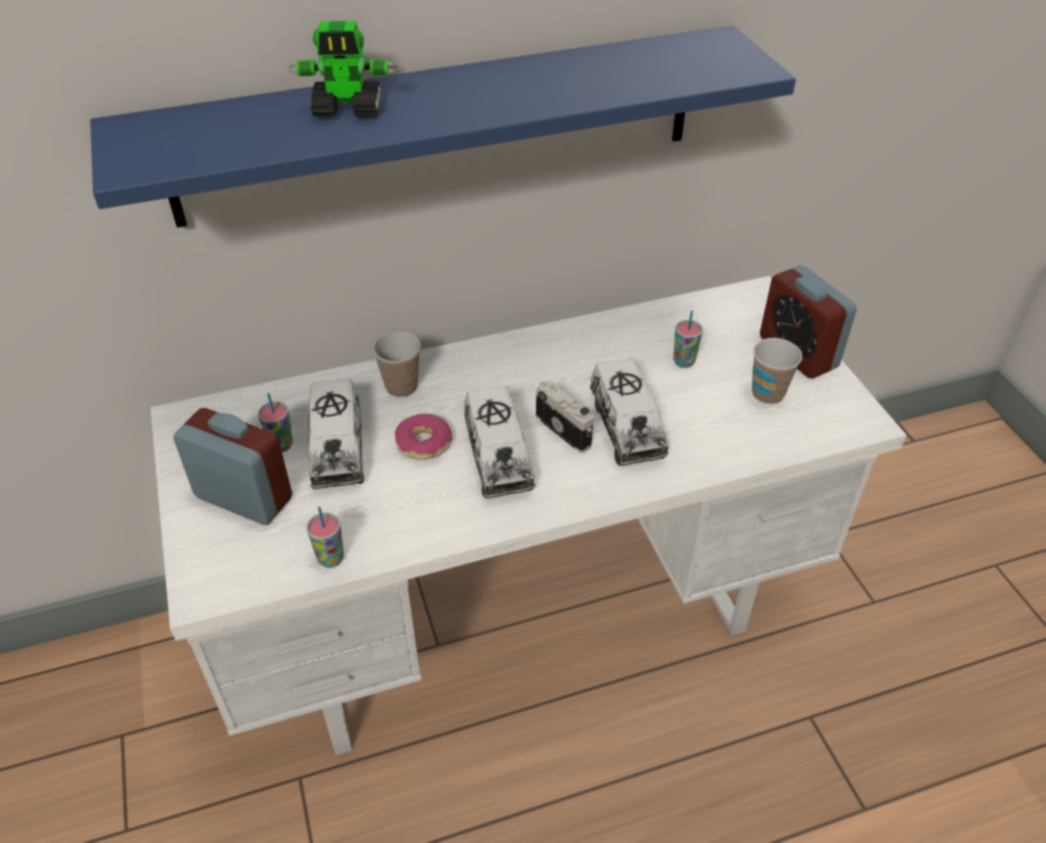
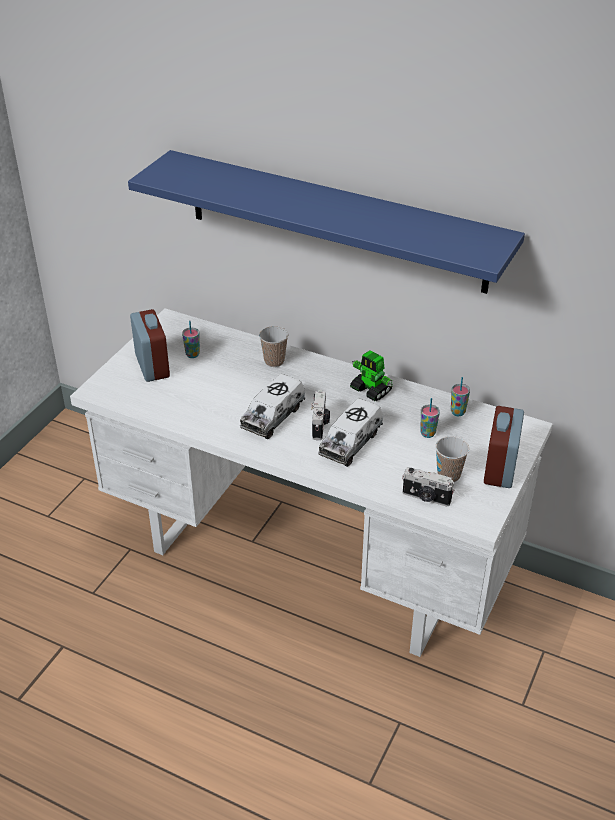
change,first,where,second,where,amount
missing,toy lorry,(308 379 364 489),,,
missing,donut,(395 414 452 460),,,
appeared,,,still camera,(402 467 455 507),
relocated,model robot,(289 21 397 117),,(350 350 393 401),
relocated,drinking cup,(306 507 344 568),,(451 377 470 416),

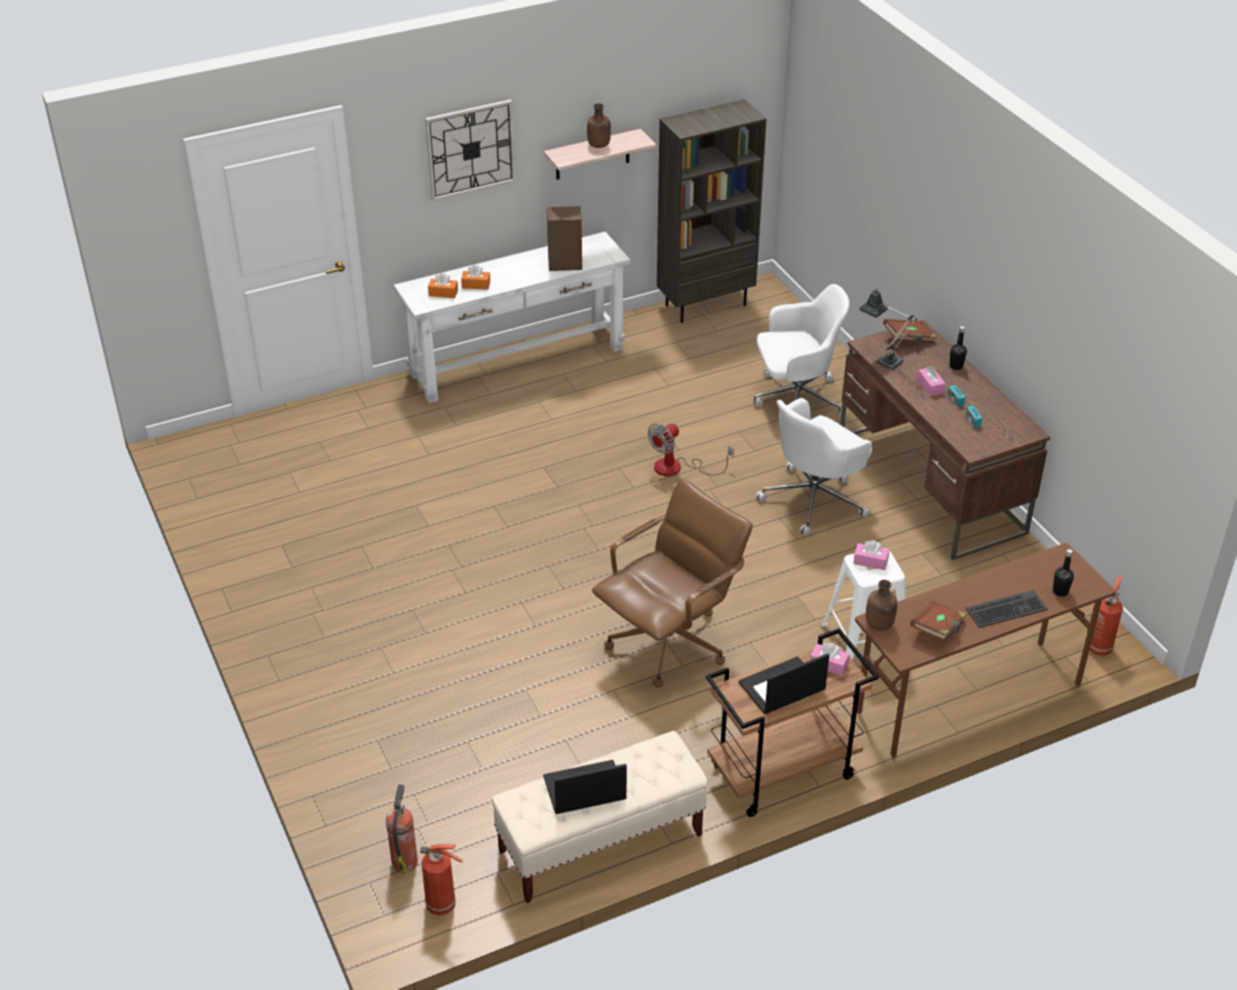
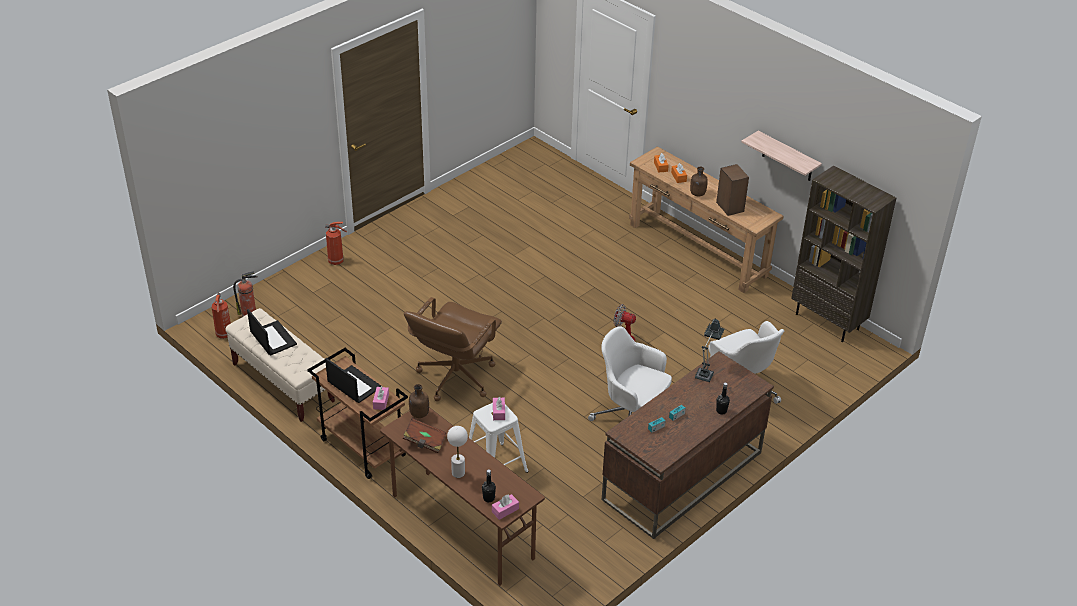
change,first,where,second,where,amount
missing,hanging clock,(425 99 516 201),,,
missing,brown bound book,(883 319 937 344),,,
relocated,brown beverage bottle,(587 103 611 148),,(690 167 708 196),
relocated,pink tissue box,(917 366 945 396),,(492 494 519 520),
relocated,fire extinguisher,(1089 576 1123 656),,(325 222 347 265),
exchanged,PC keyboard,(966 590 1048 628),whitish tabletop lamp,(447 426 468 478),
colour,whitish console table,(394 232 631 403),brown console table,(629 146 784 293),
spun,brown desk chair,(592 478 753 688),,(404 297 502 402),90 degrees clockwise

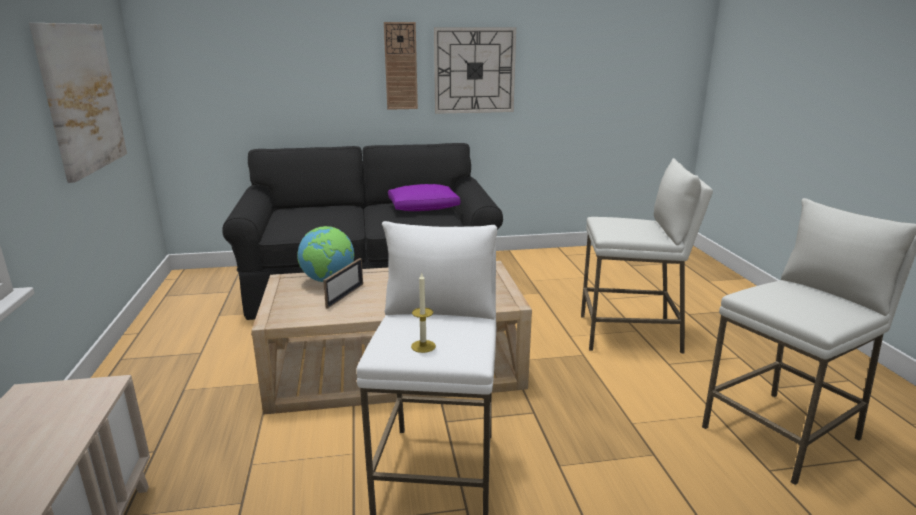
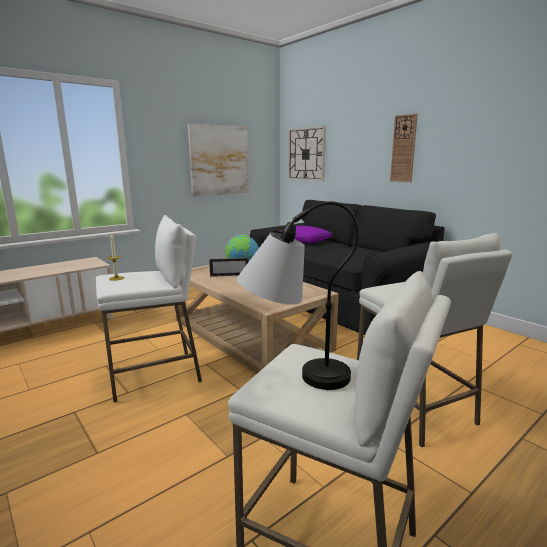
change,first,where,second,where,amount
appeared,,,tabletop lamp,(237 201 359 390),
relocated,purple cushion,(388 184 461 211),,(279 226 332 243),
relocated,hanging clock,(434 27 516 114),,(288 126 326 181),

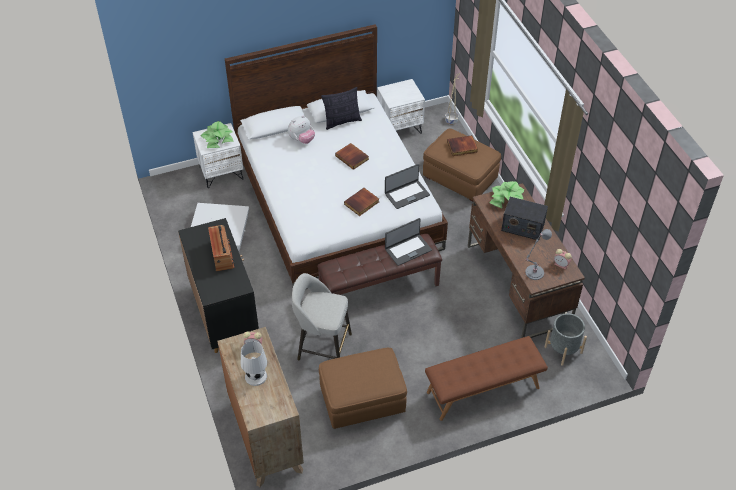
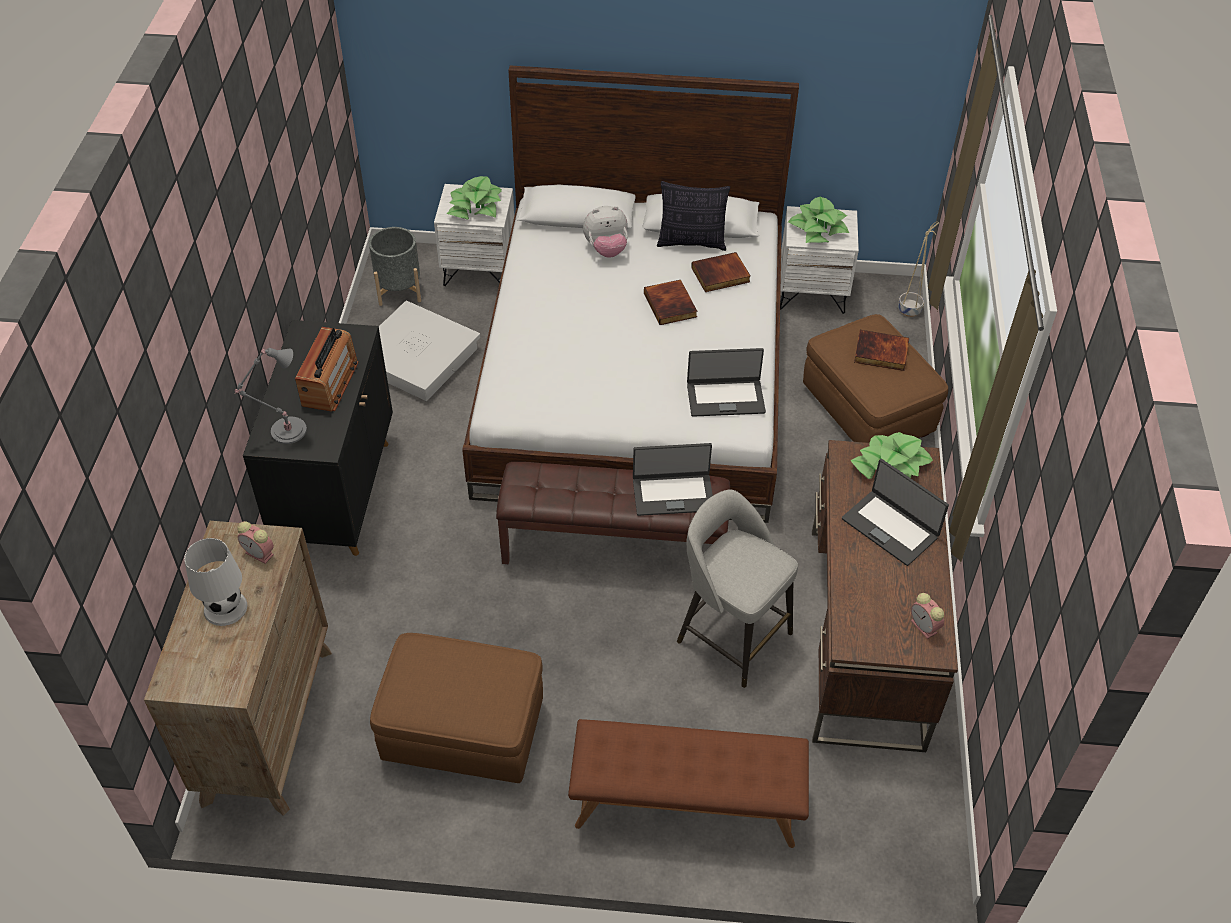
change,first,where,second,where,amount
appeared,,,plant in a pot,(788 197 849 243),
relocated,greyish stool,(292 273 352 361),,(677 489 798 688),
relocated,bound book,(344 188 379 216),,(691 252 750 292),
relocated,greyish tabletop lamp,(525 229 552 280),,(234 348 307 444),
relocated,greyish flower pot,(544 313 587 366),,(369 227 421 306),
exchanged,radio set,(501 197 548 240),portable computer,(842 459 949 566),

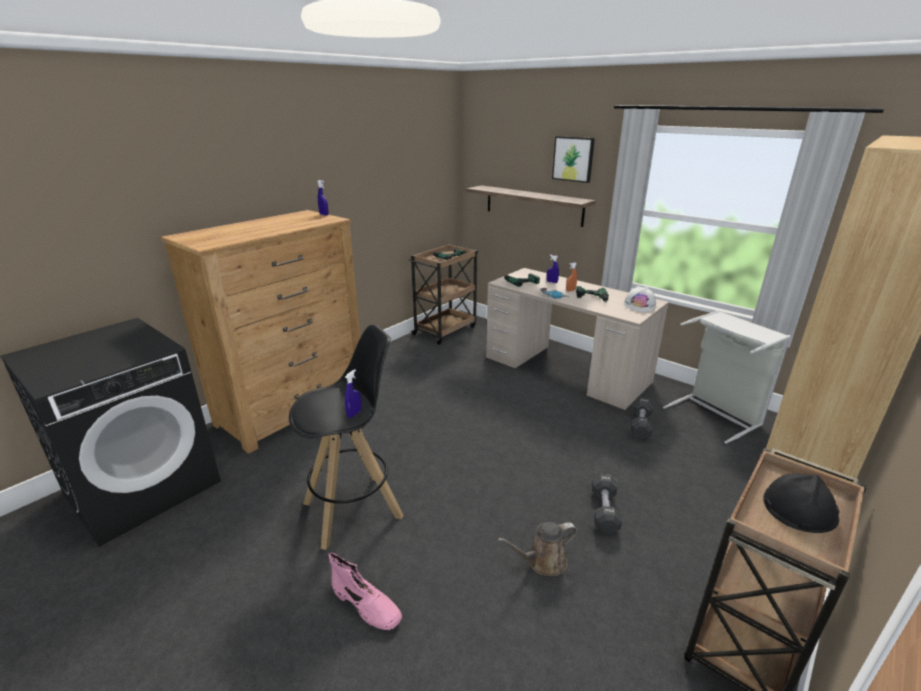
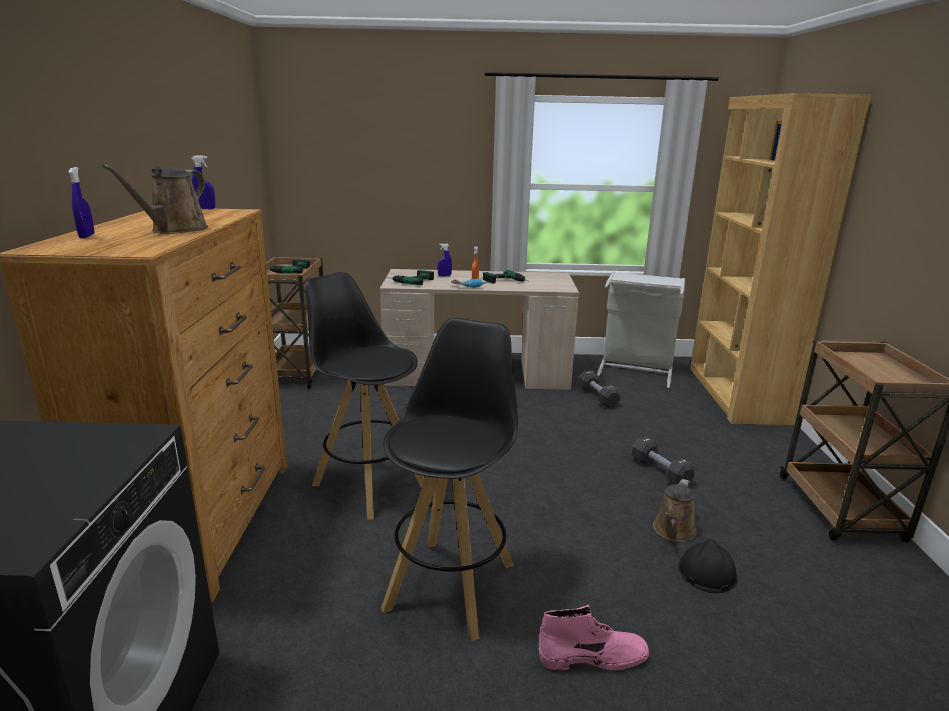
change,first,where,second,where,amount
missing,shelf,(466 185 596 227),,,
missing,wall art,(552 136 595 183),,,
missing,whitish safety helmet,(623 286 656 312),,,
appeared,,,brown sprinkling can,(102 165 208 234),
appeared,,,black-coloured stool,(305 272 425 520),
relocated,bluish hand sprayer,(345 369 362 418),,(68 167 95 238),
relocated,black-coloured safety helmet,(763 473 840 533),,(679 539 737 593),

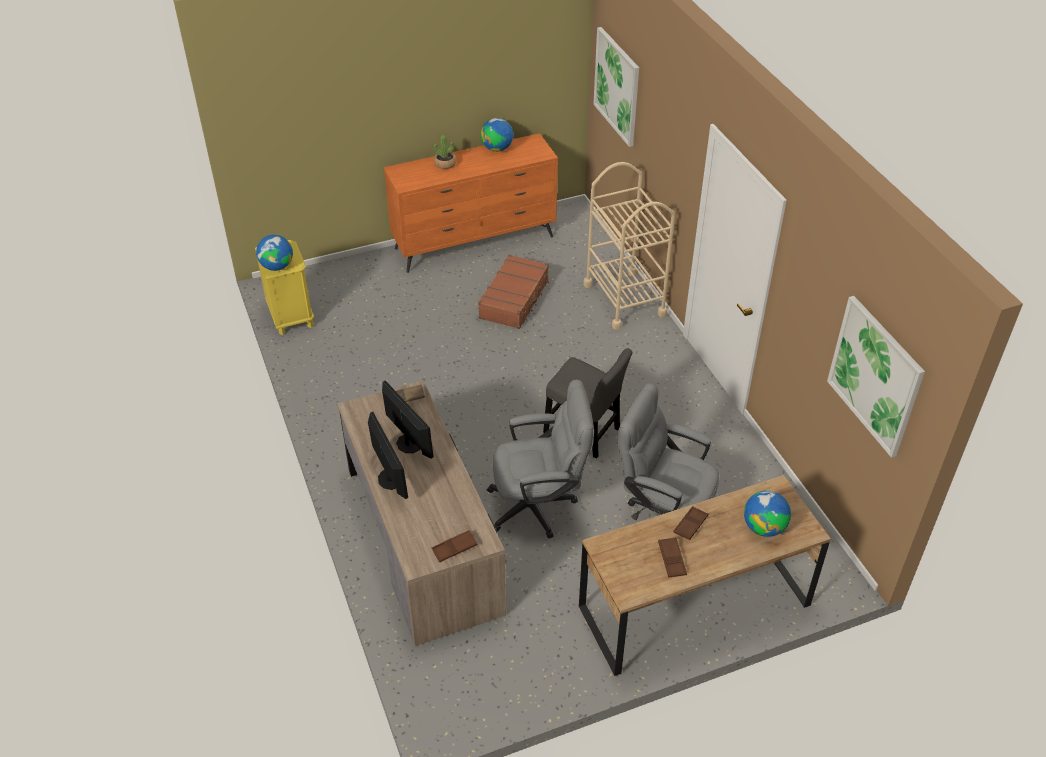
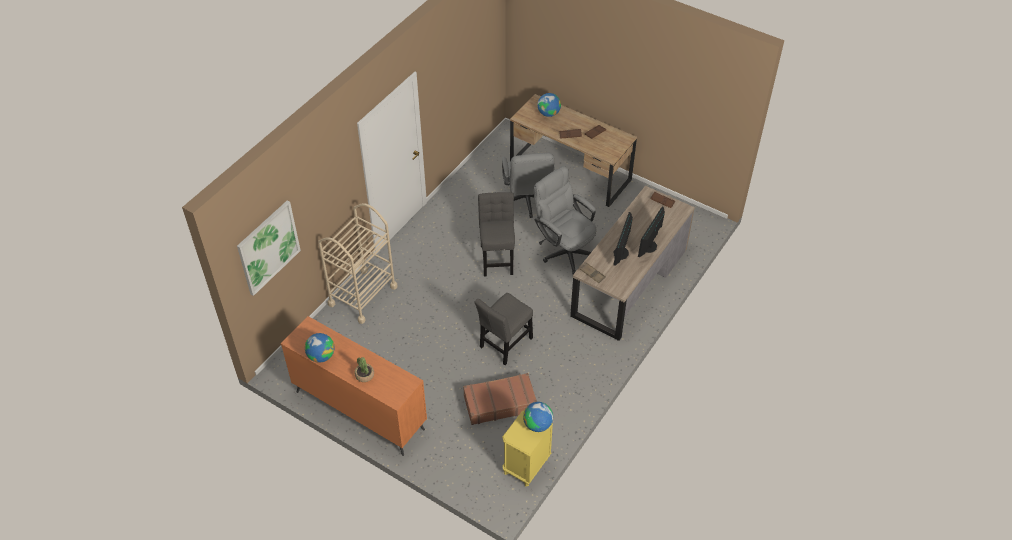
change,first,where,second,where,amount
missing,wall art,(827 296 925 458),,,
appeared,,,greyish upright chair,(475 293 533 365),
relocated,brown travel case,(478 255 550 329),,(463 373 537 425),

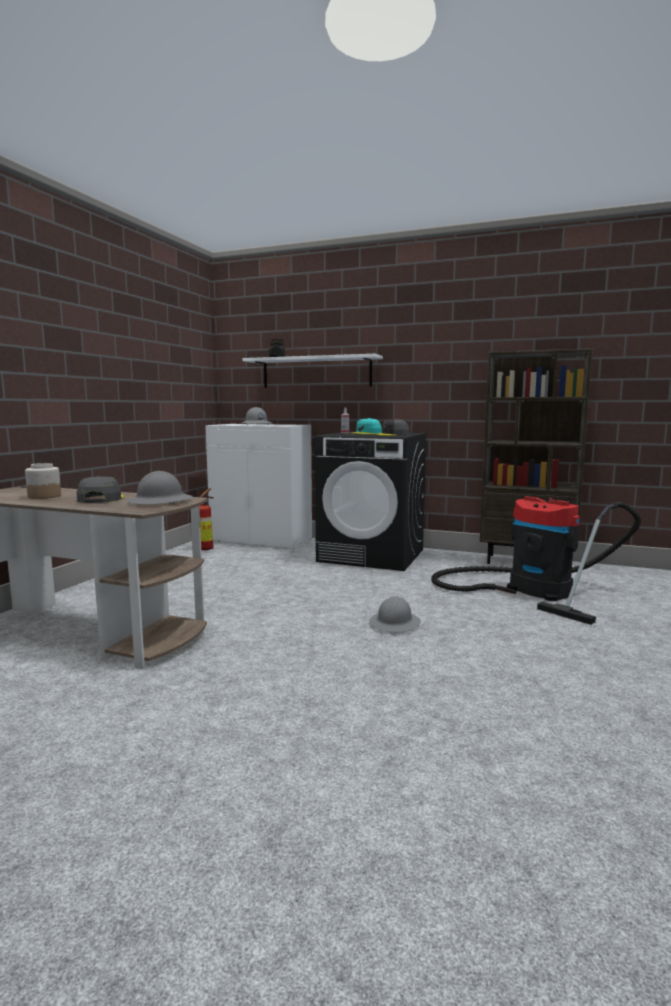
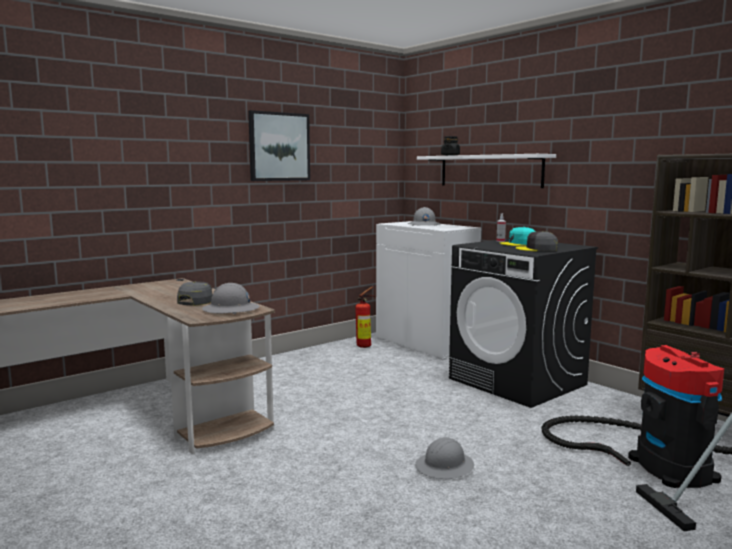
change,first,where,second,where,amount
missing,storage jar,(25 463 61 499),,,
appeared,,,wall art,(248 110 310 181),

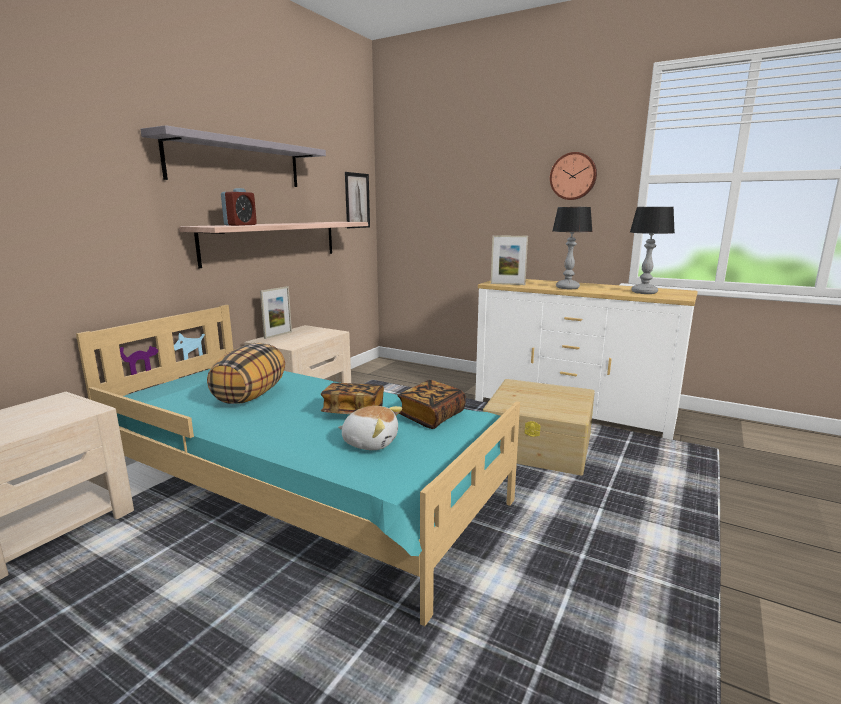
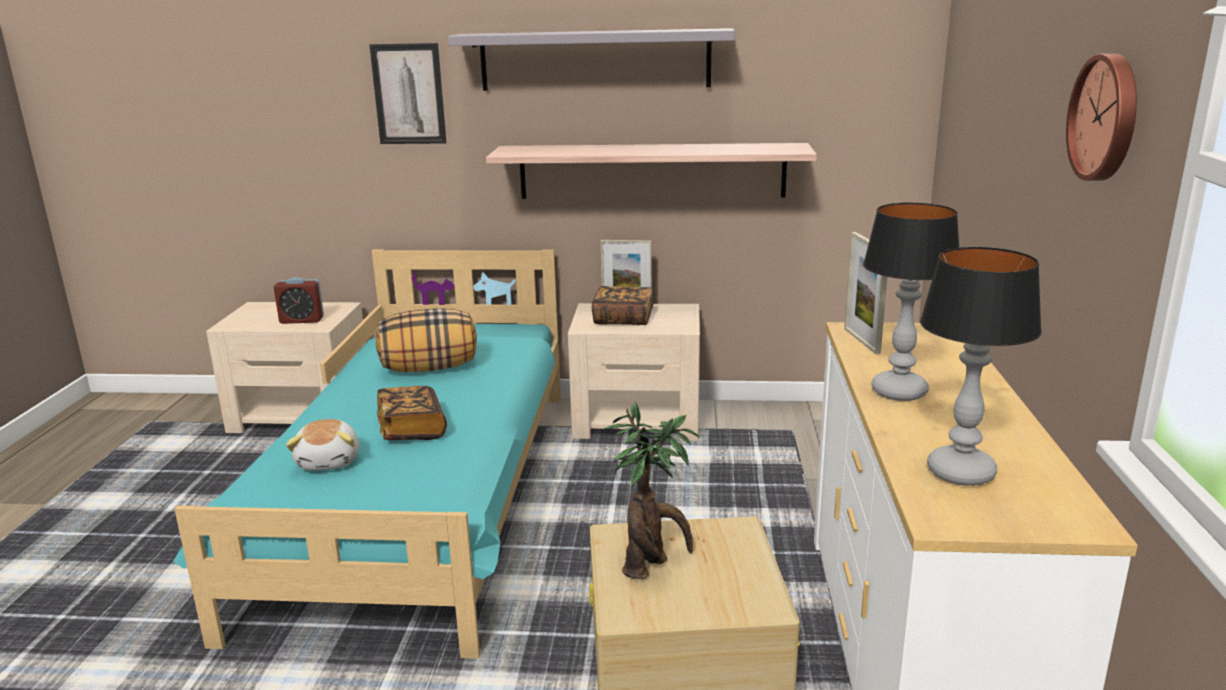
change,first,where,second,where,amount
appeared,,,plant in a pot,(603 401 699 579),
relocated,bedside clock,(221 188 257 226),,(274 277 324 324),
relocated,wall art,(345 172 370 228),,(369 43 446 144),
relocated,bound book,(397 380 466 429),,(592 286 653 325),

